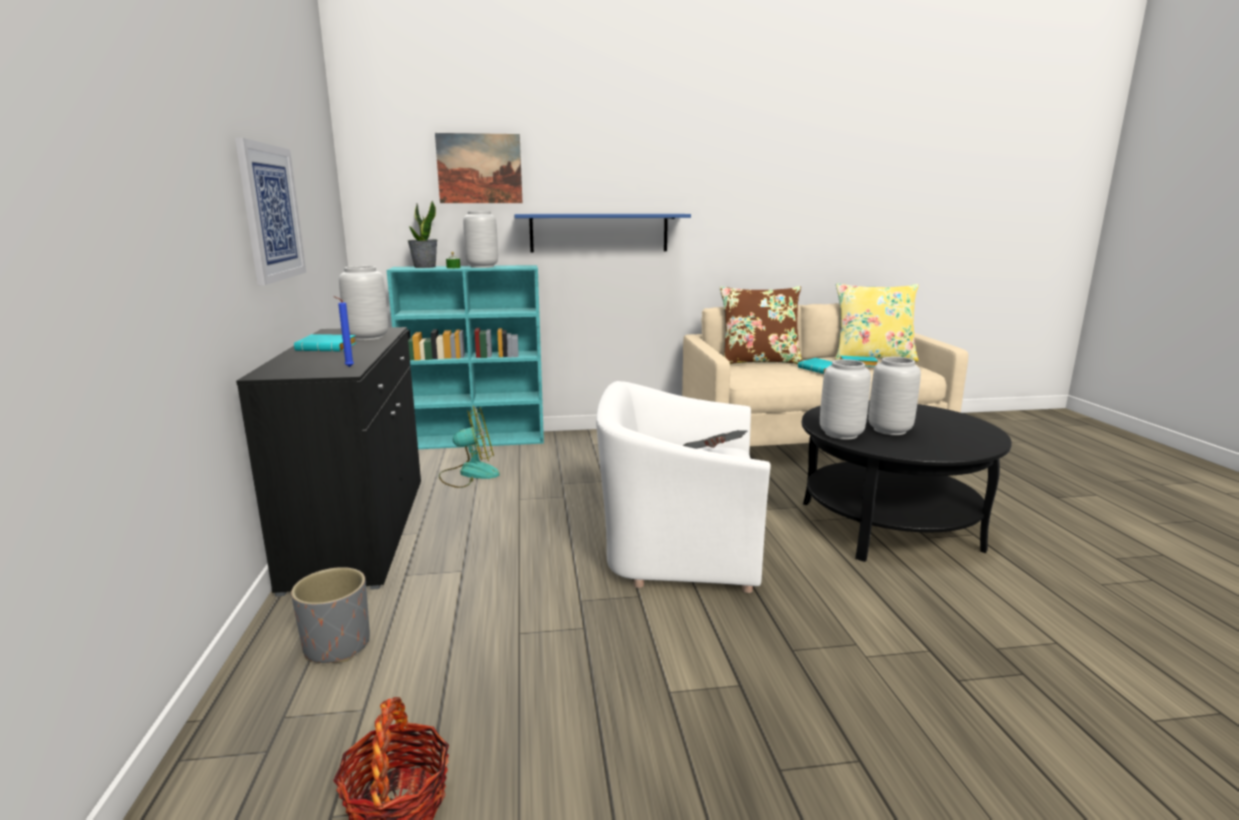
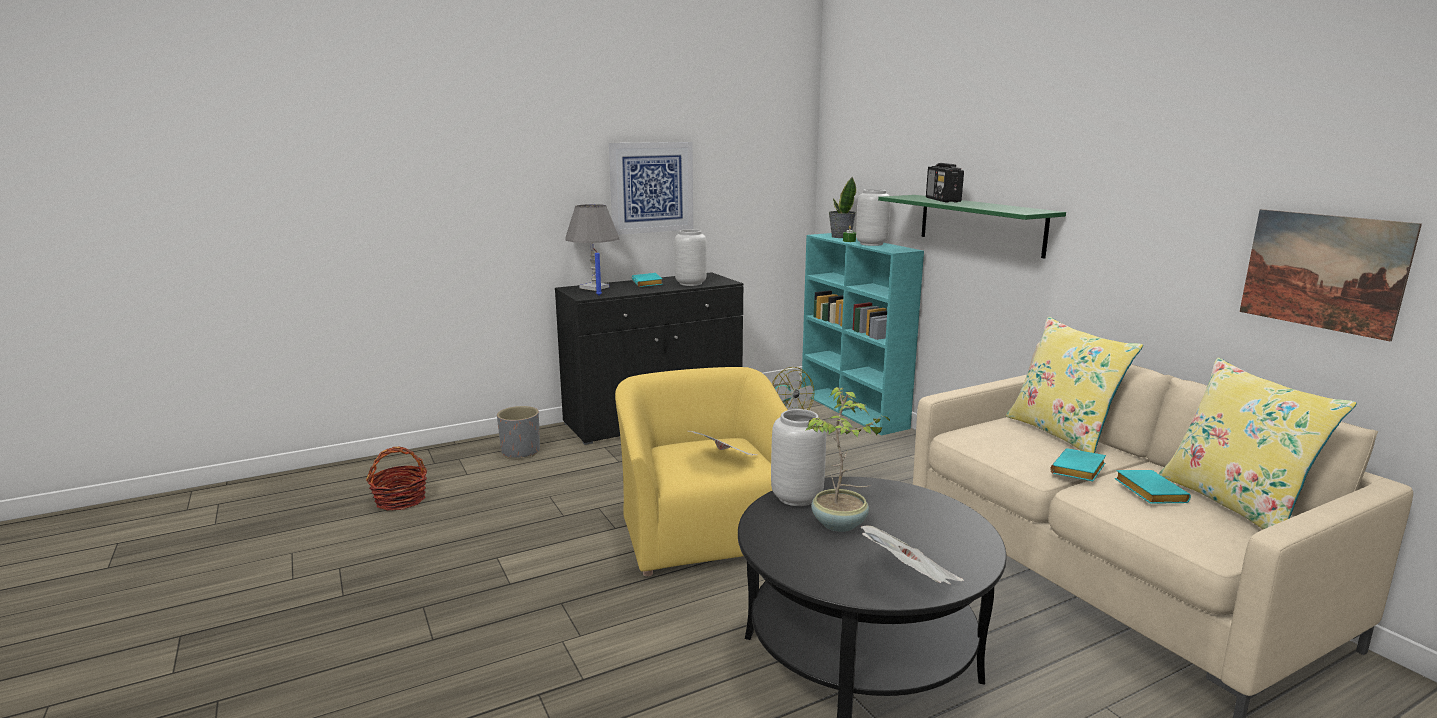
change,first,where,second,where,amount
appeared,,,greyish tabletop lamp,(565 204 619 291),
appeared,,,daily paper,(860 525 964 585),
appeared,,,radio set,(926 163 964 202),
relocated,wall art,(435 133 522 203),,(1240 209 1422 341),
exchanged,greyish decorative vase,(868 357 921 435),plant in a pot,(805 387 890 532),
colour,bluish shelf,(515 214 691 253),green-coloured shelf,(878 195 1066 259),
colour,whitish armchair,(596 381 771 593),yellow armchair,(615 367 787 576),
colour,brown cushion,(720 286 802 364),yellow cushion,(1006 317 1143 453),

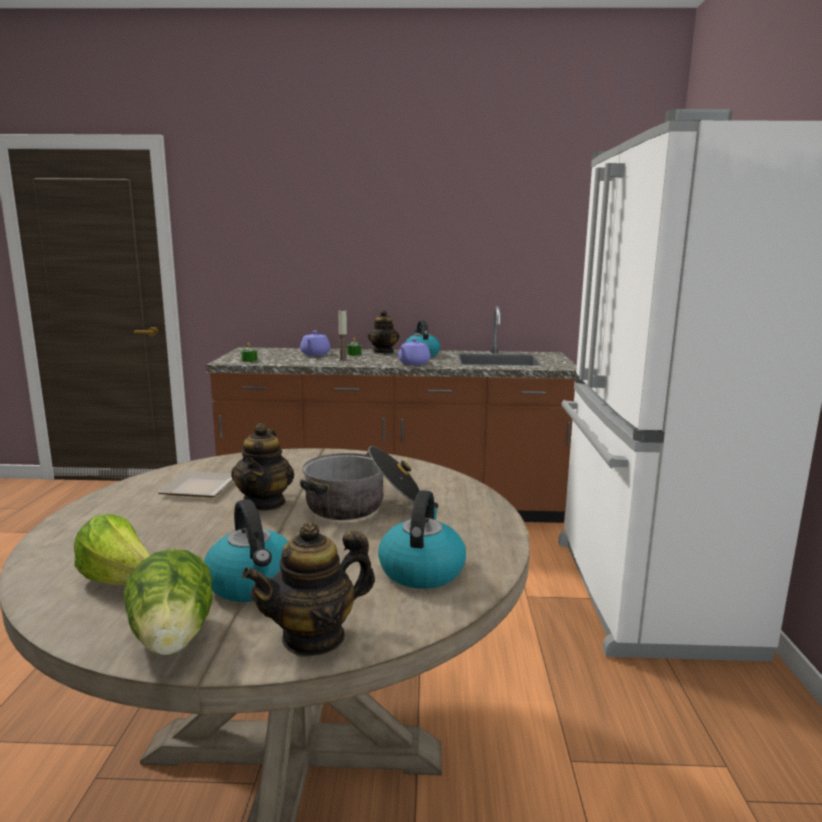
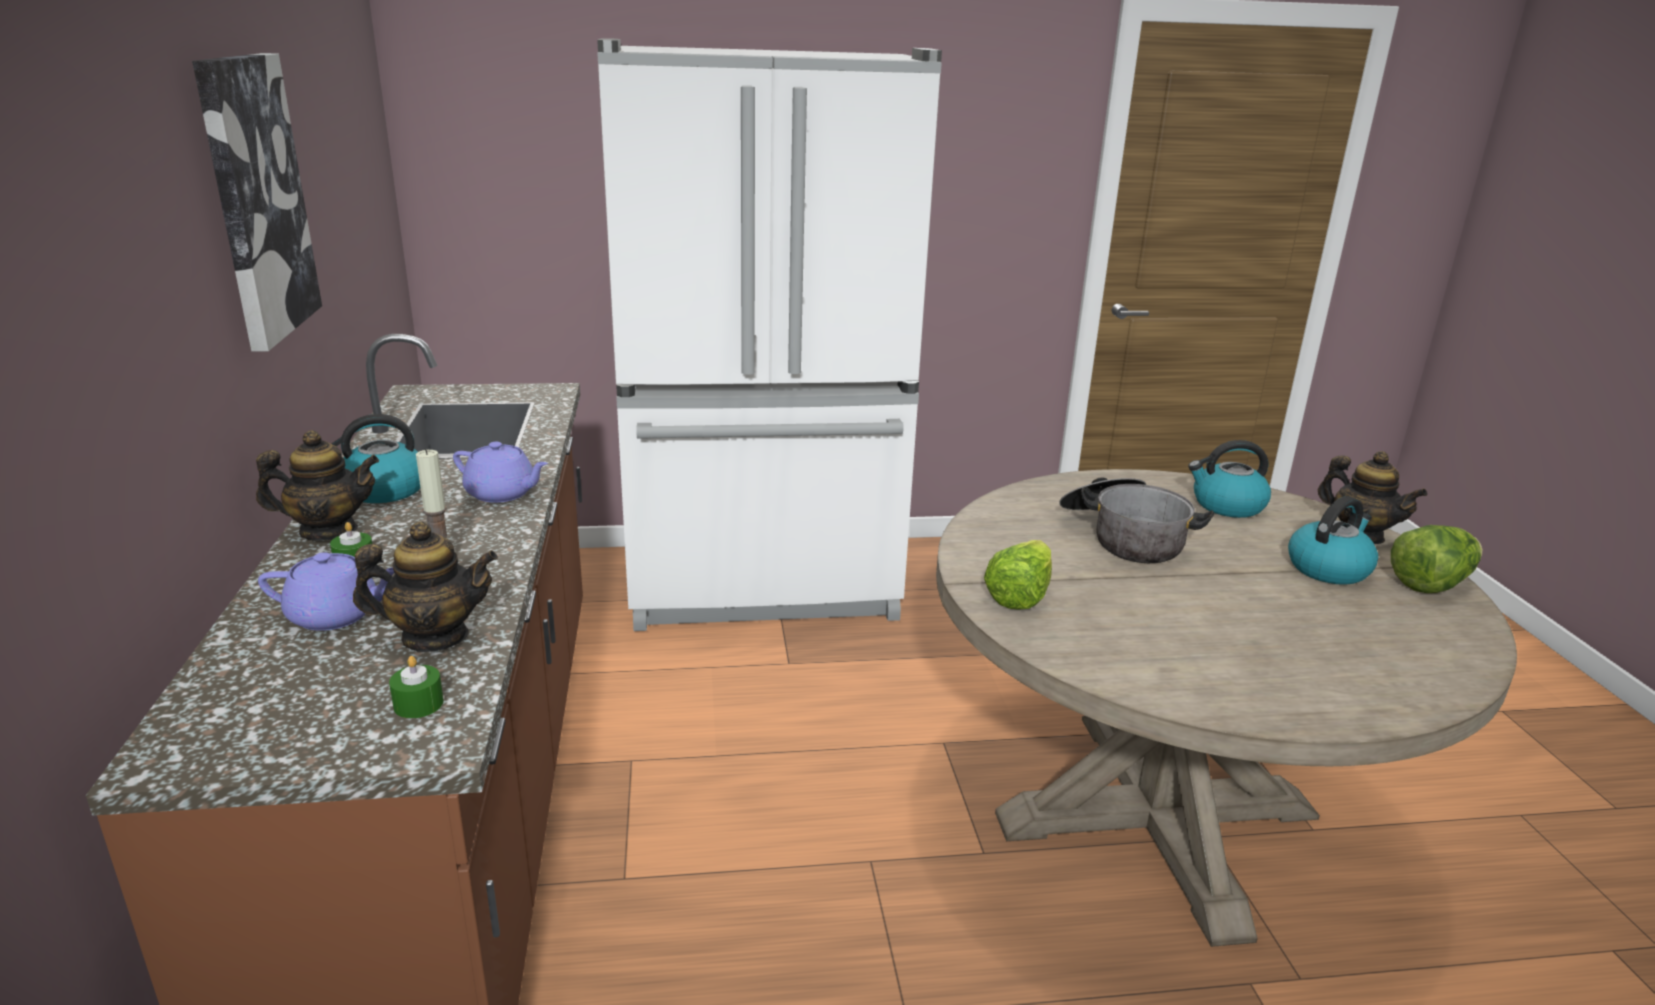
change,first,where,second,where,amount
missing,flat dish,(157 471 233 497),,,
appeared,,,wall art,(192 53 322 352),
relocated,lettuce head,(74 514 150 585),,(984 540 1052 610),
relocated,teapot,(231 423 294 511),,(353 521 498 652),

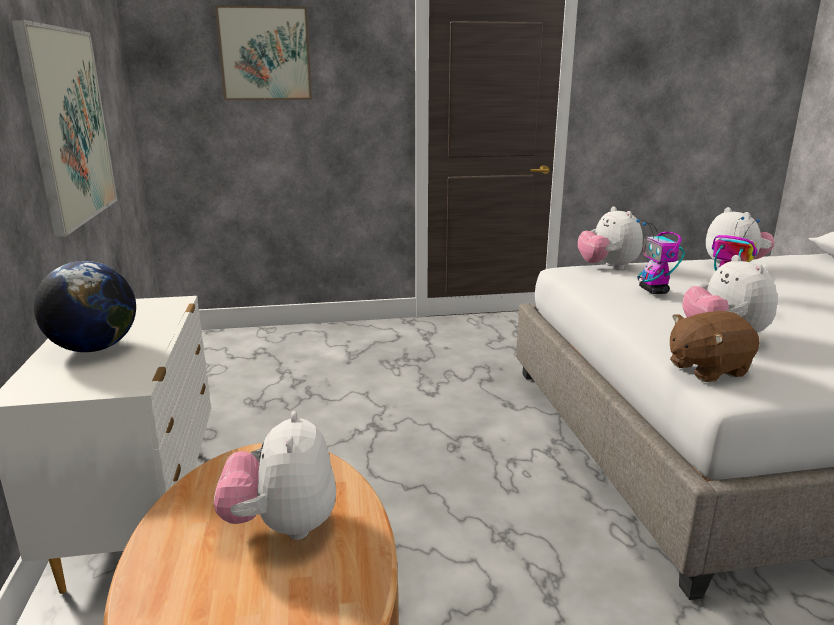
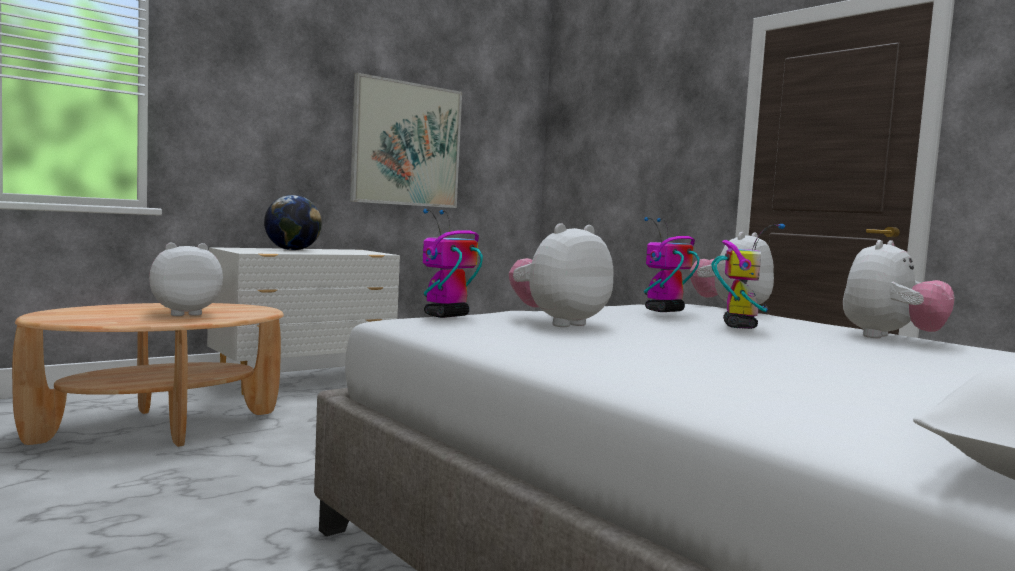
change,first,where,second,where,amount
missing,wall art,(215 5 312 100),,,
exchanged,brown cuddly toy,(670 311 760 382),model robot,(423 209 483 318),

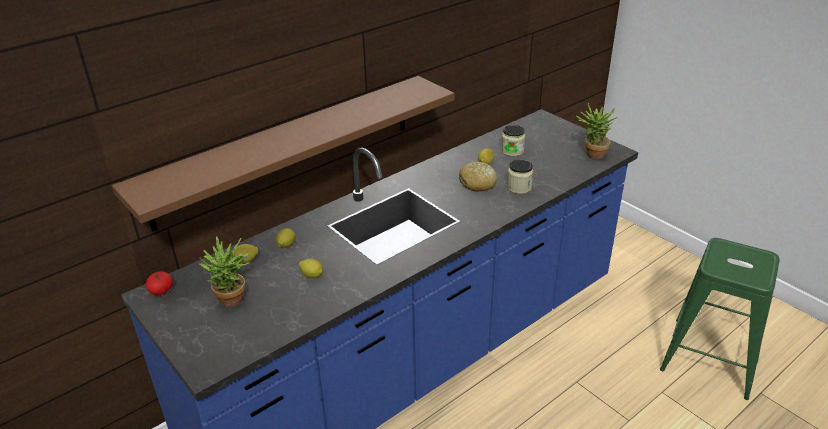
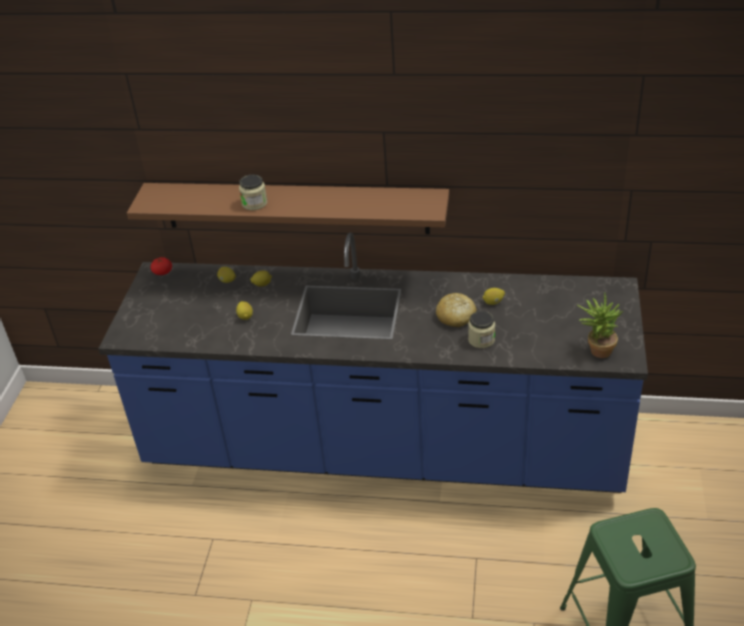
change,first,where,second,where,amount
missing,plant in a pot,(198 236 250 307),,,
relocated,storage jar,(501 125 525 157),,(239 175 267 210),

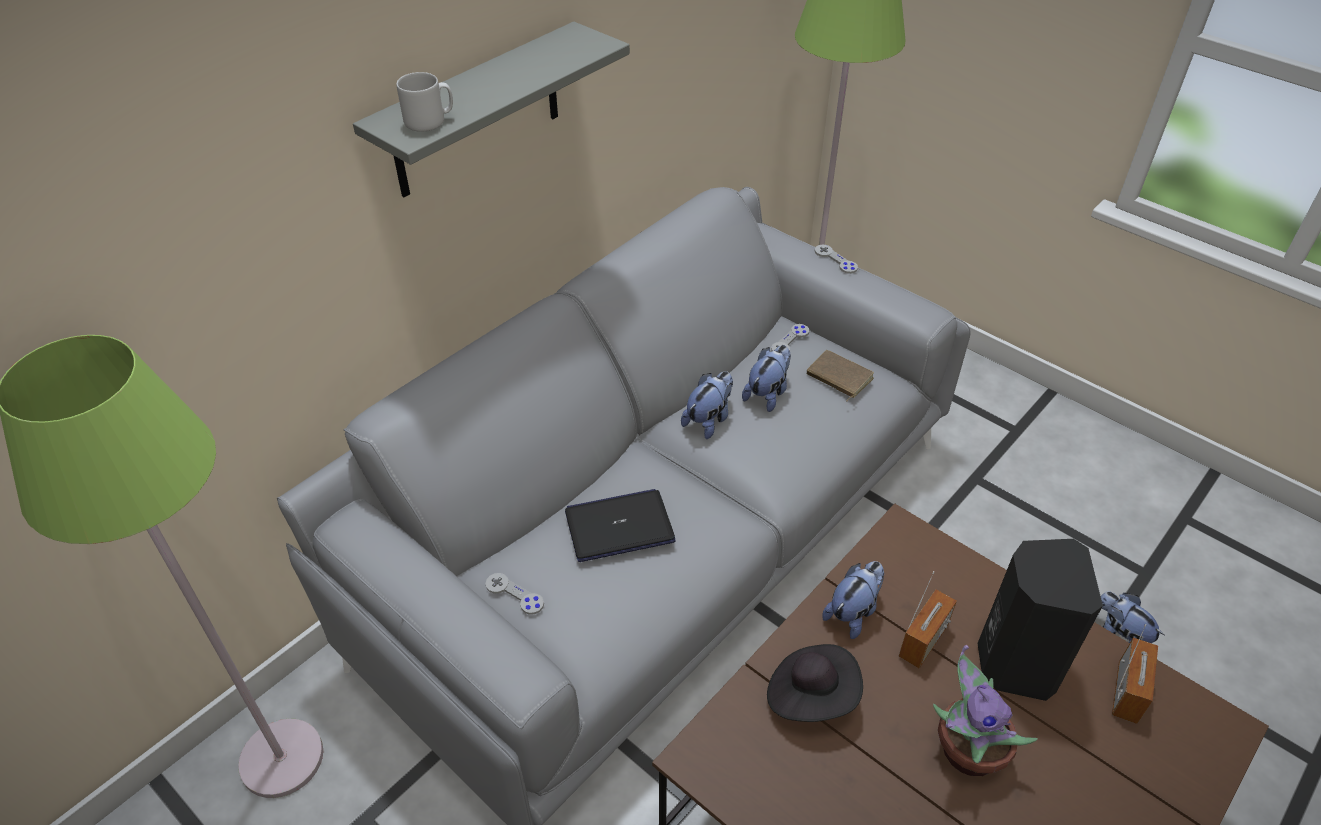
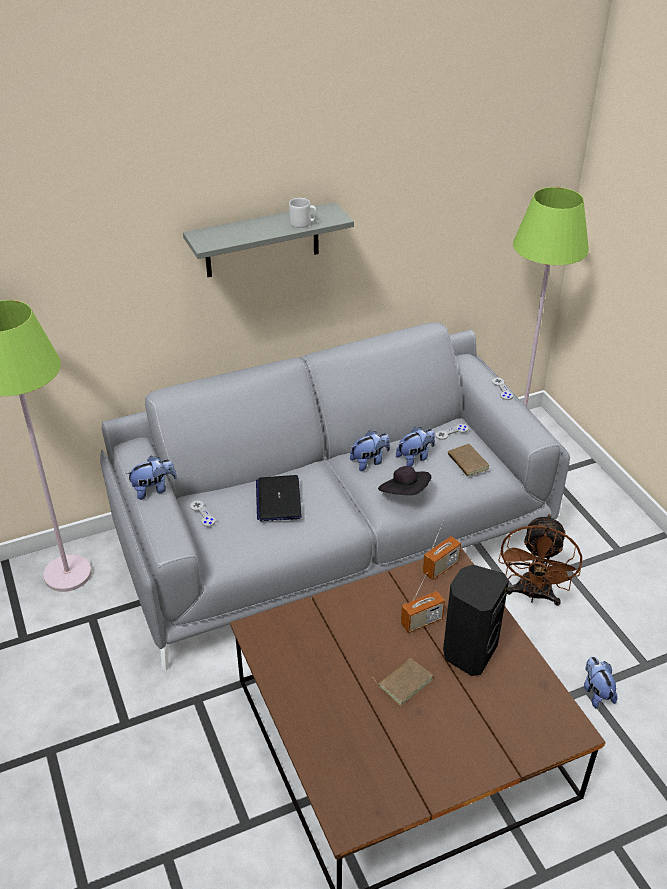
change,first,where,second,where,amount
appeared,,,brown fan,(498 514 582 606),
relocated,greyish mug,(396 72 453 132),,(289 198 317 228),
relocated,black-coloured wearable hat,(767 644 863 722),,(378 466 431 495),
relocated,cuddly toy,(822 561 884 639),,(126 456 177 500),
relocated,radio set,(1112 624 1158 724),,(423 519 461 580),
exchanged,plant in a pot,(933 645 1038 776),brown bound book,(372 658 433 706),
spun,portable computer,(565 489 676 562),,(256 475 302 521),105 degrees counterclockwise

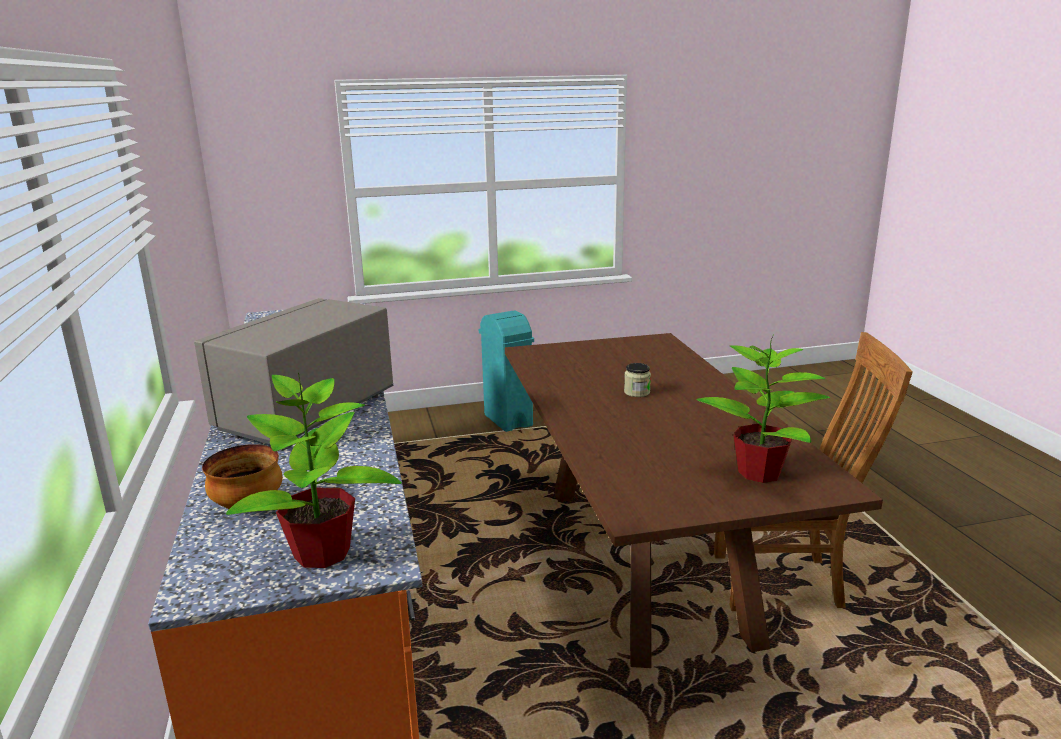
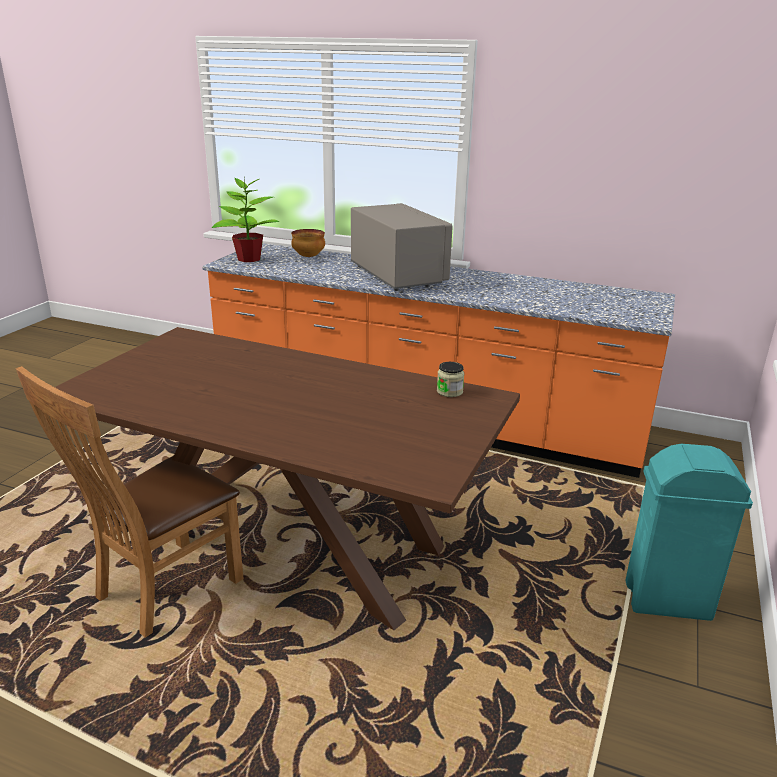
change,first,where,second,where,amount
missing,plant in a pot,(696 336 830 483),,,
relocated,storage jar,(624 363 651 397),,(437 362 464 397),

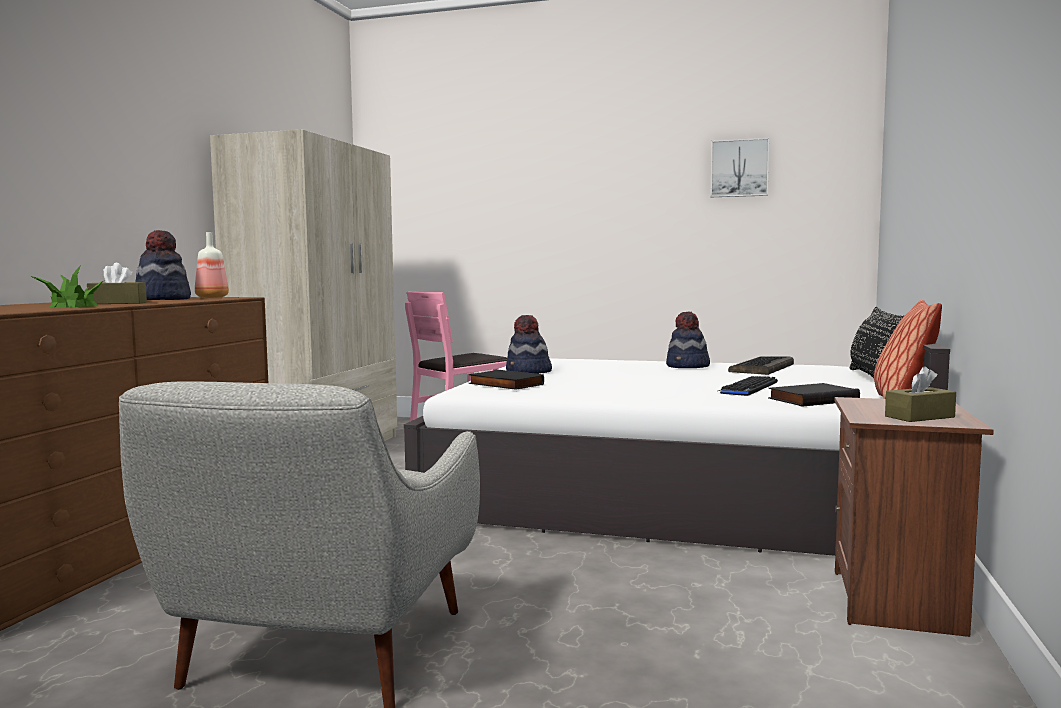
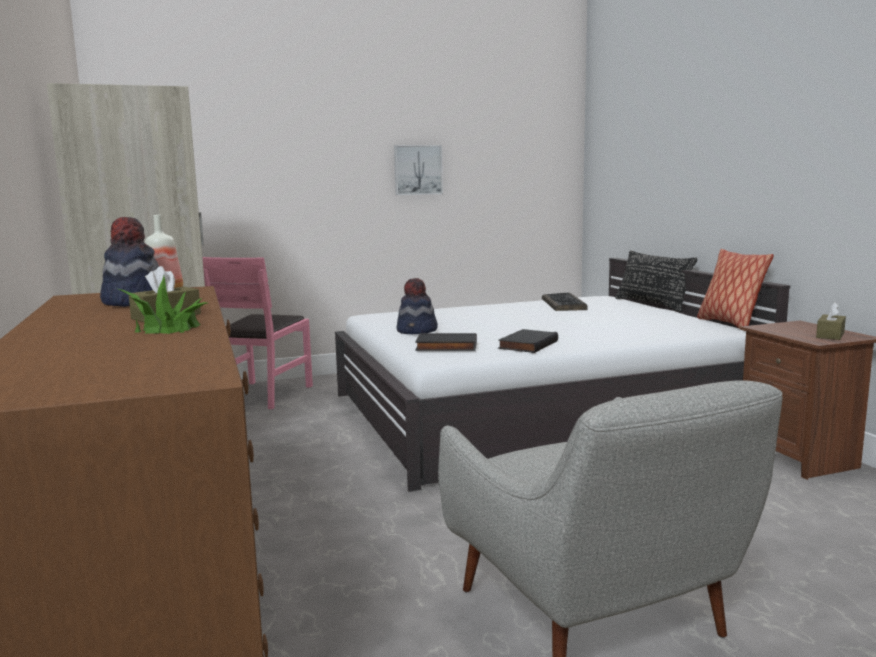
change,first,where,second,where,amount
missing,wearable hat,(666 312 710 368),,,
missing,PC keyboard,(718 376 778 396),,,
relocated,wall art,(710 138 769 197),,(394 145 443 195),
relocated,black-coloured bound book,(768 383 860 407),,(498 329 558 353),

